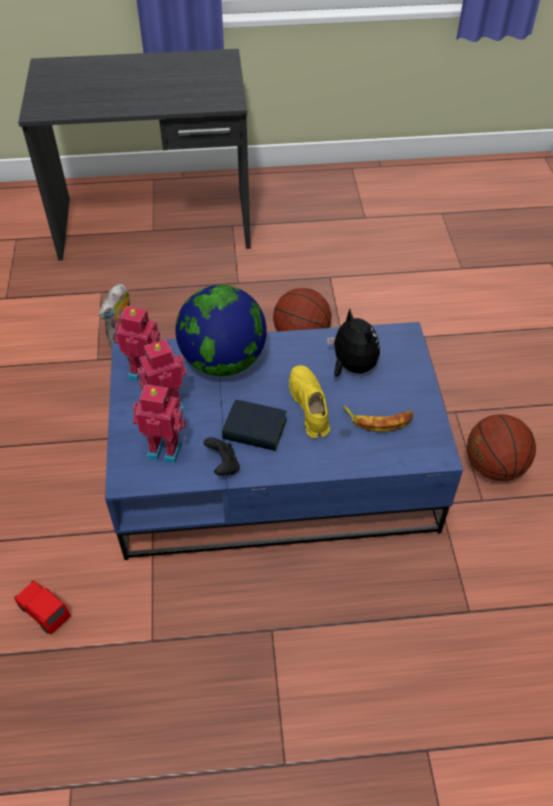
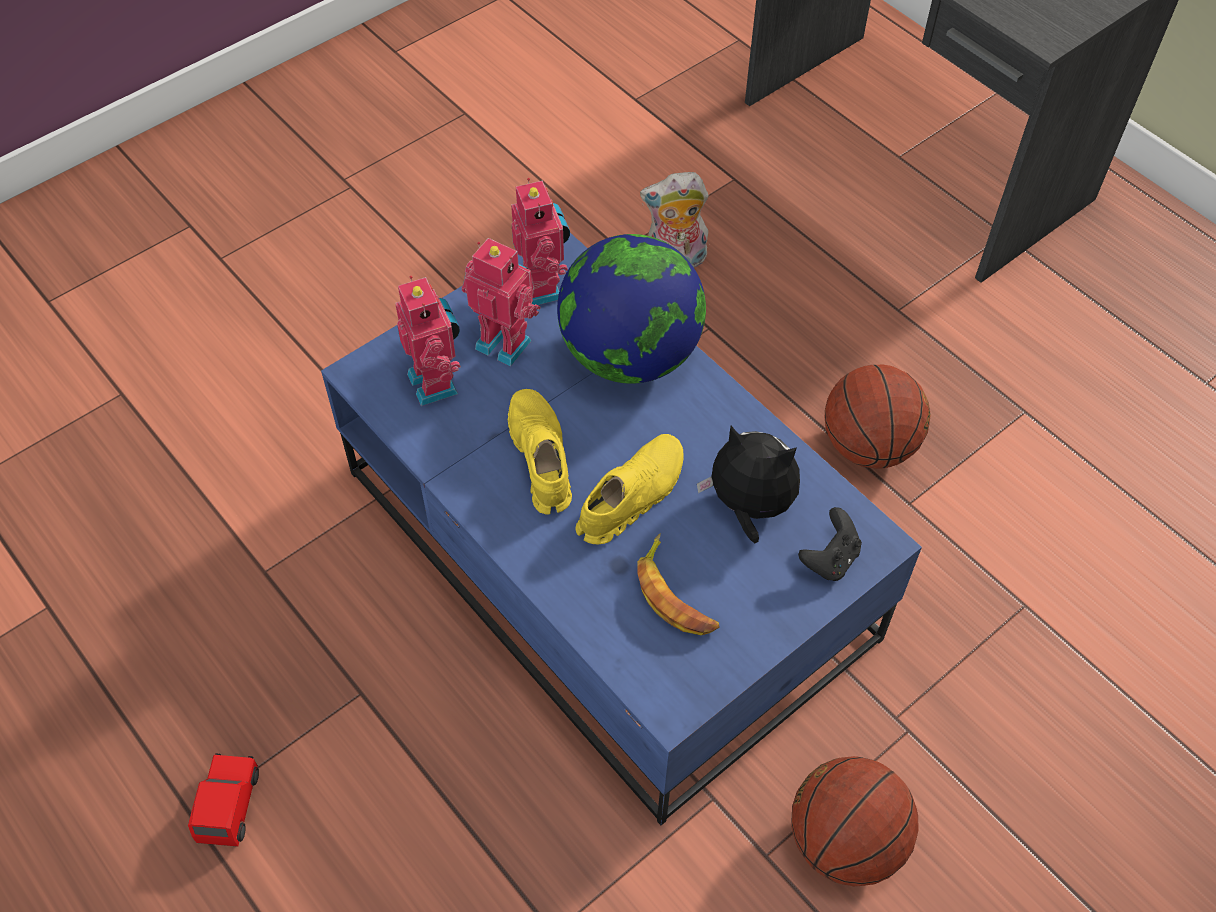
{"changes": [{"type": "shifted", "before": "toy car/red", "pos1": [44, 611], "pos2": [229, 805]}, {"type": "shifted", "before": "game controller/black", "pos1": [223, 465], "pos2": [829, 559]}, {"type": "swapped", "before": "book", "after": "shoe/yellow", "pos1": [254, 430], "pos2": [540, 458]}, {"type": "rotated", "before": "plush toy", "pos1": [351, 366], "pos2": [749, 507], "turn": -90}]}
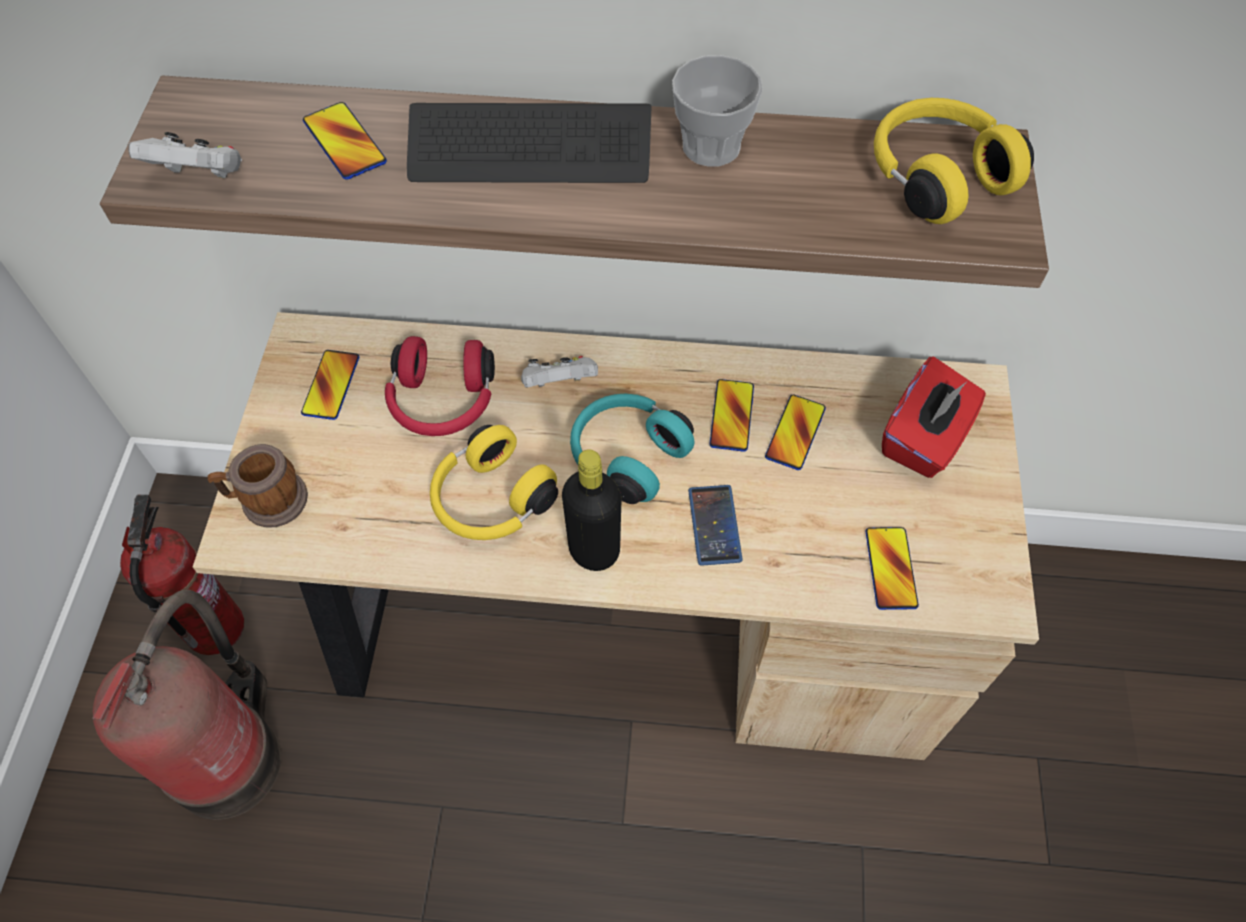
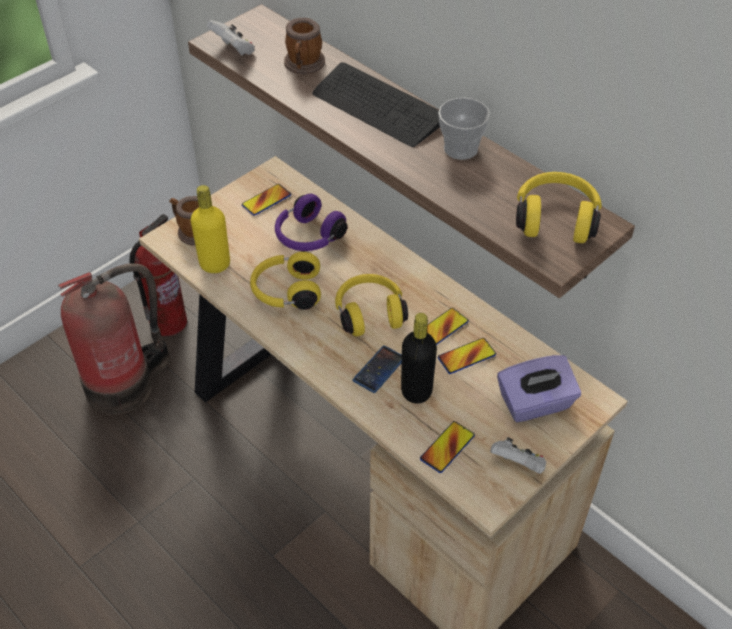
{"changes": [{"type": "new", "after": "bottle/yellow", "pos2": [215, 264]}, {"type": "shifted", "before": "game controller/white", "pos1": [559, 384], "pos2": [518, 465]}, {"type": "shifted", "before": "bottle/black", "pos1": [594, 550], "pos2": [416, 391]}, {"type": "swapped", "before": "phone", "after": "mug", "pos1": [345, 142], "pos2": [303, 66]}, {"type": "repainted", "before": "headphones/red", "after": "headphones/purple", "pos1": [442, 402], "pos2": [308, 237]}, {"type": "repainted", "before": "headphones/turquoise", "after": "headphones/yellow", "pos1": [626, 455], "pos2": [369, 312]}, {"type": "repainted", "before": "tissue box/red", "after": "tissue box/purple", "pos1": [924, 438], "pos2": [535, 403]}]}
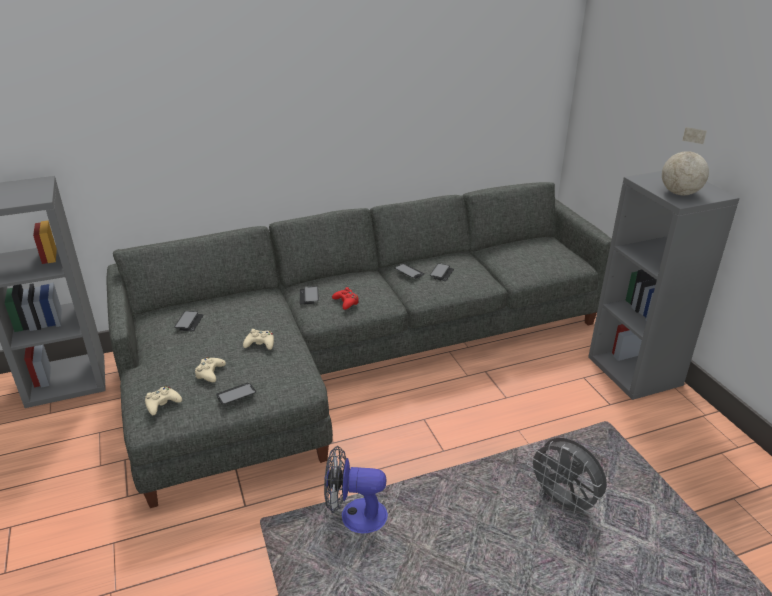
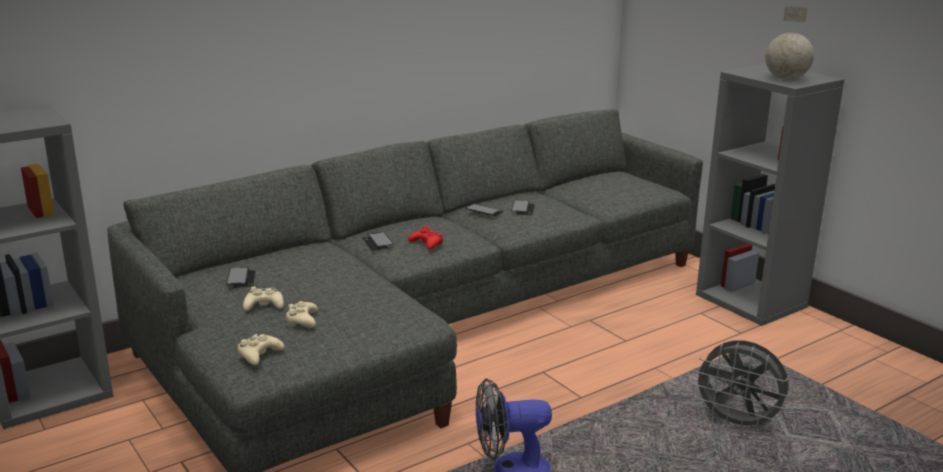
{"changes": [{"type": "gone", "before": "phone", "pos1": [236, 394]}, {"type": "shifted", "before": "game controller/beige", "pos1": [260, 344], "pos2": [264, 305]}]}
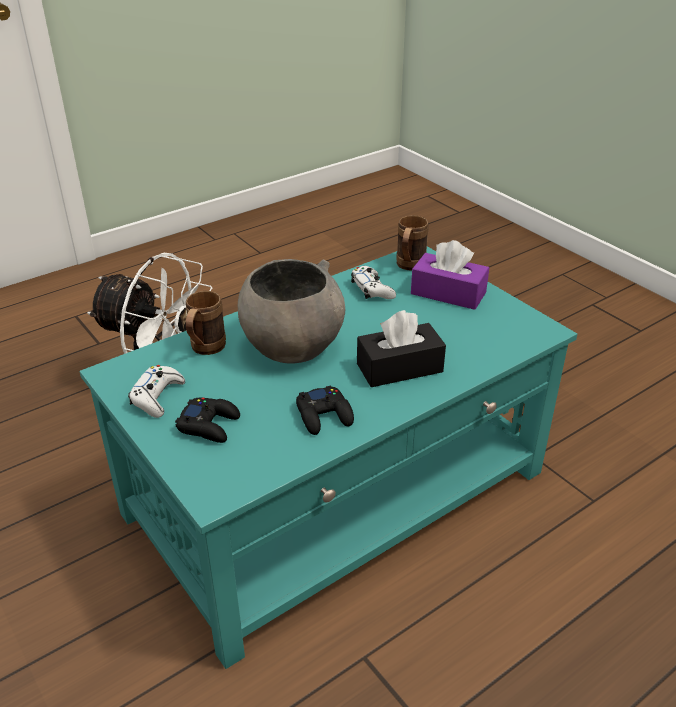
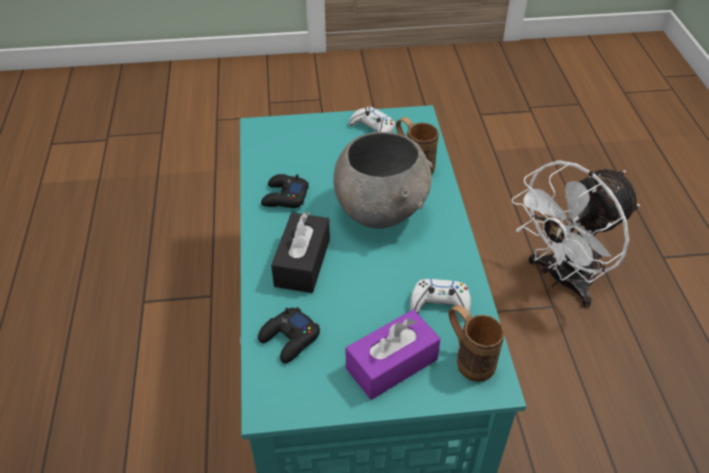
{"changes": [{"type": "shifted", "before": "game controller/black", "pos1": [209, 425], "pos2": [289, 339]}]}
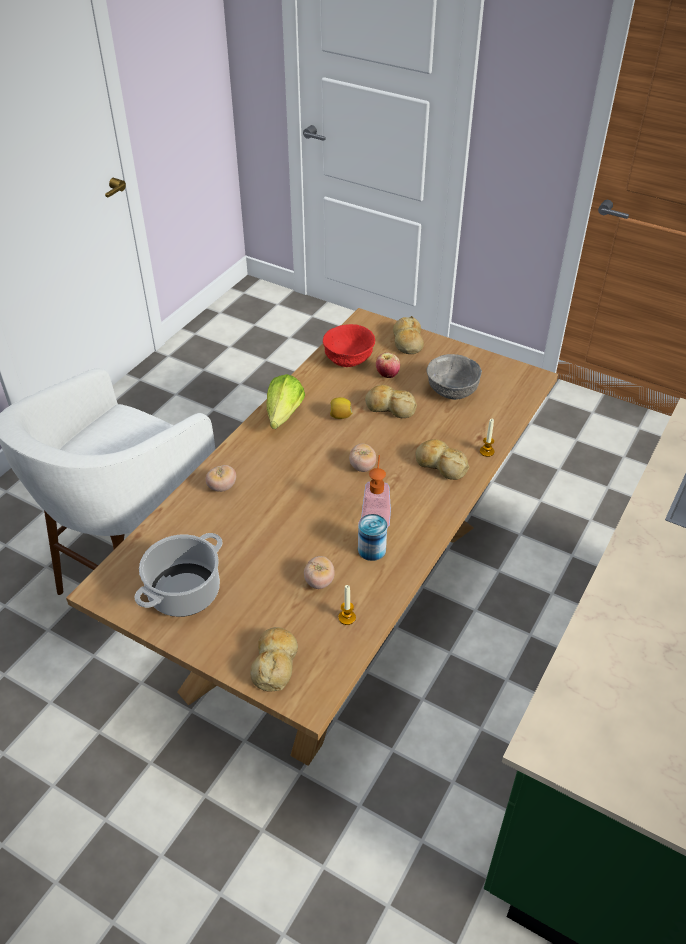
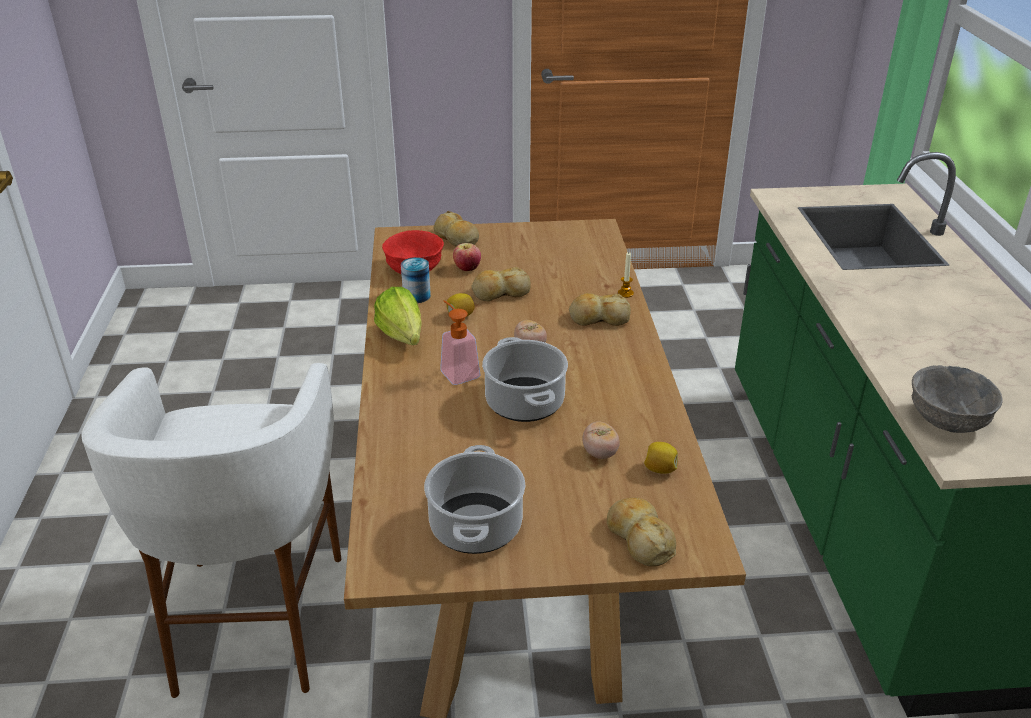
{"changes": [{"type": "gone", "before": "tomato", "pos1": [222, 487]}, {"type": "new", "after": "cooking pot", "pos2": [525, 403]}, {"type": "shifted", "before": "can", "pos1": [371, 549], "pos2": [416, 296]}, {"type": "shifted", "before": "soap dispenser", "pos1": [376, 514], "pos2": [457, 371]}, {"type": "shifted", "before": "bowl/grey", "pos1": [452, 390], "pos2": [946, 420]}, {"type": "swapped", "before": "candle", "after": "lemon", "pos1": [347, 618], "pos2": [659, 469]}]}
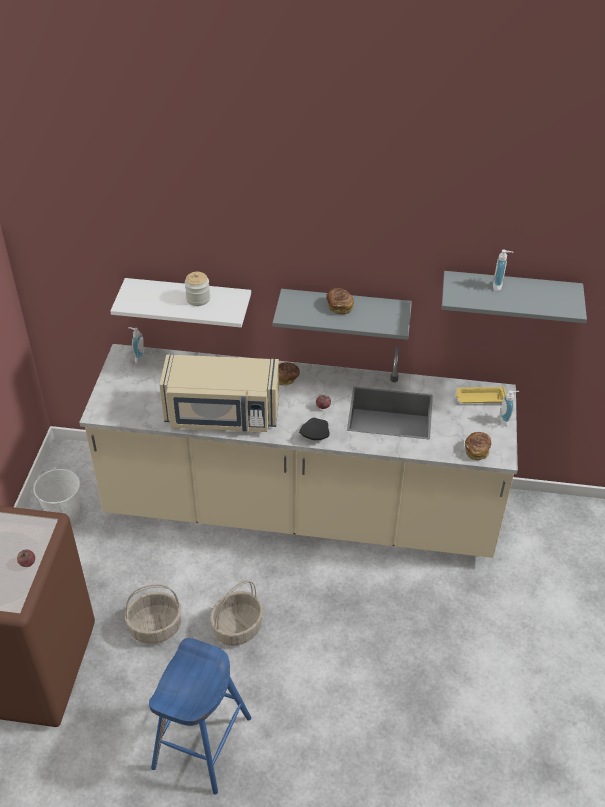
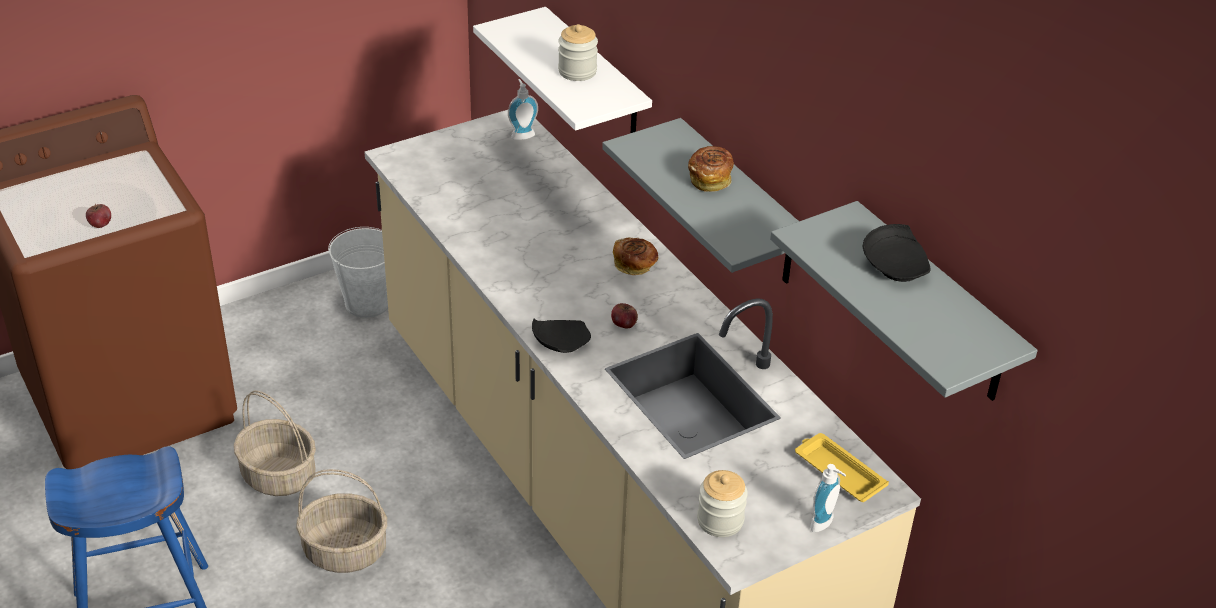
{"changes": [{"type": "gone", "before": "microwave/beige", "pos1": [222, 415]}, {"type": "swapped", "before": "bread", "after": "jar", "pos1": [477, 450], "pos2": [720, 520]}, {"type": "swapped", "before": "soap dispenser", "after": "plate/black", "pos1": [499, 286], "pos2": [896, 266]}]}
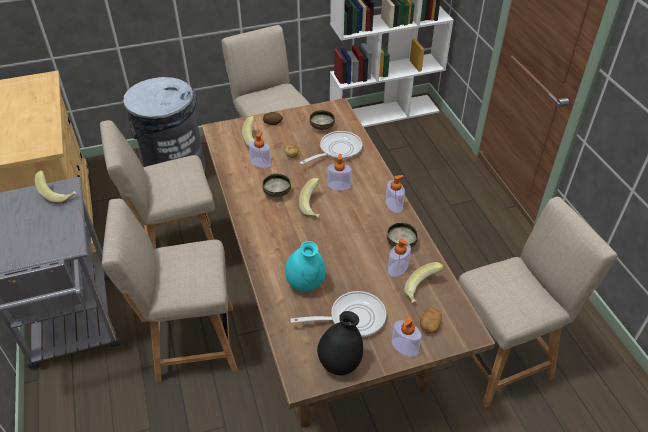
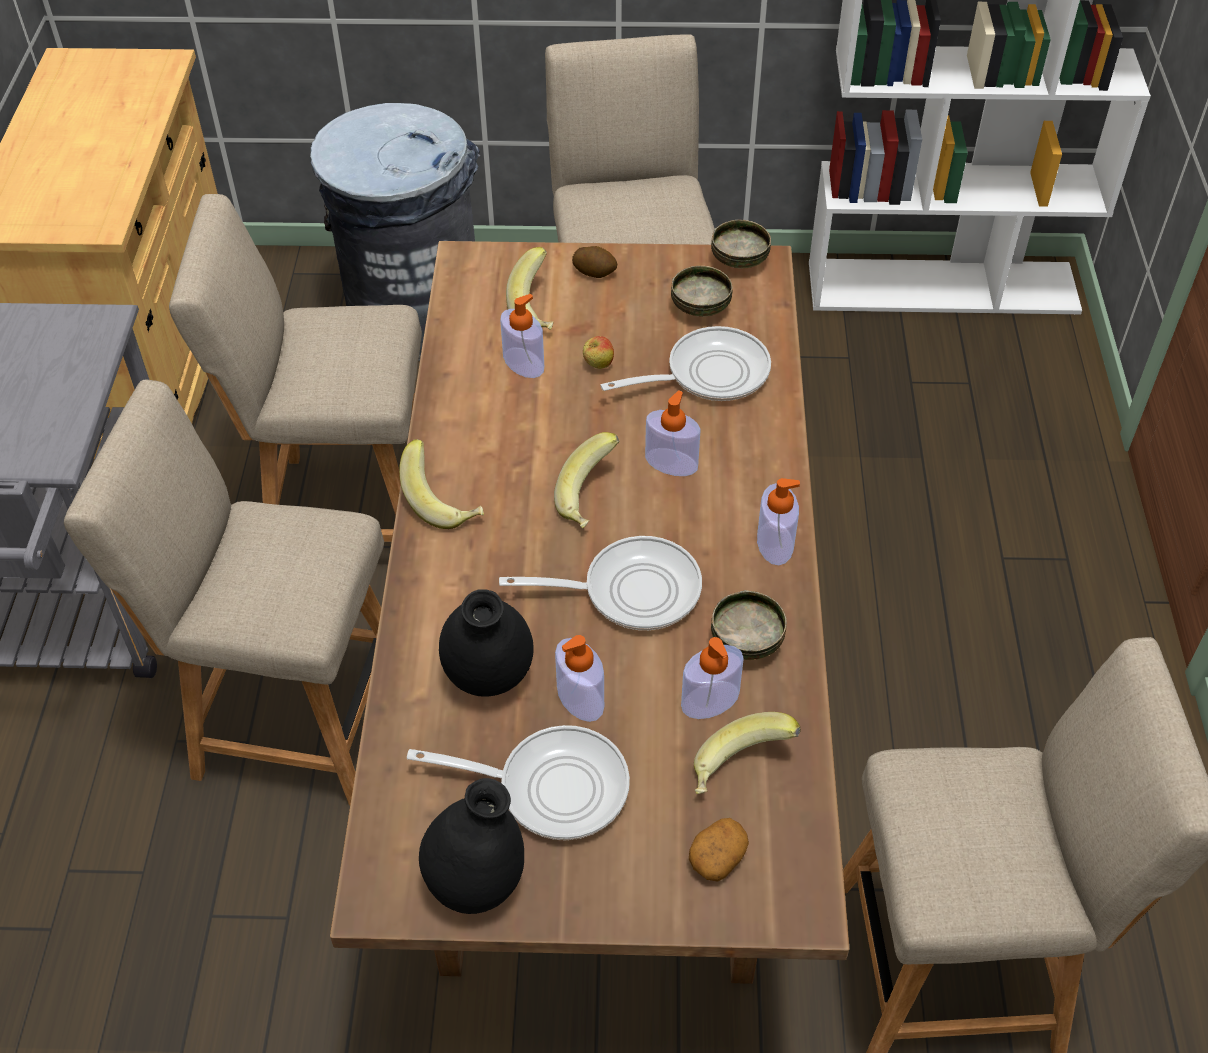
{"changes": [{"type": "new", "after": "frying pan", "pos2": [631, 590]}, {"type": "shifted", "before": "banana", "pos1": [58, 194], "pos2": [444, 502]}, {"type": "shifted", "before": "bowl", "pos1": [276, 193], "pos2": [738, 261]}, {"type": "shifted", "before": "soap dispenser", "pos1": [404, 347], "pos2": [580, 698]}, {"type": "repainted", "before": "vase/turquoise", "after": "vase/black", "pos1": [305, 284], "pos2": [488, 676]}]}
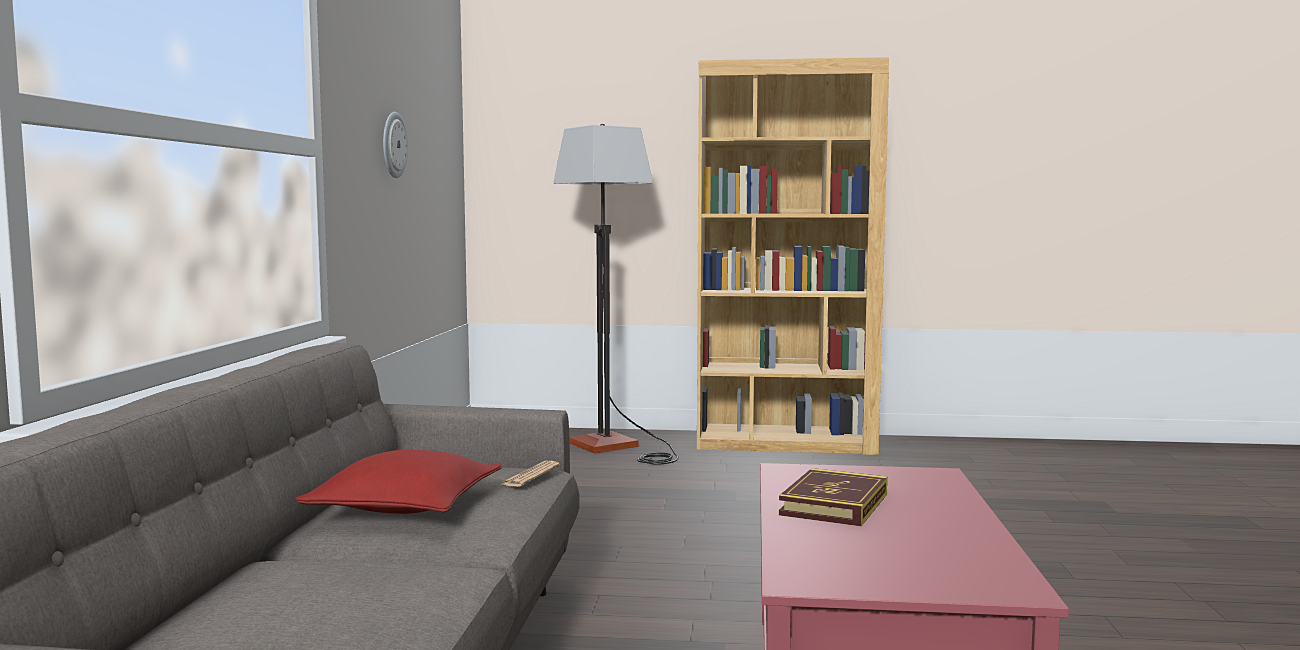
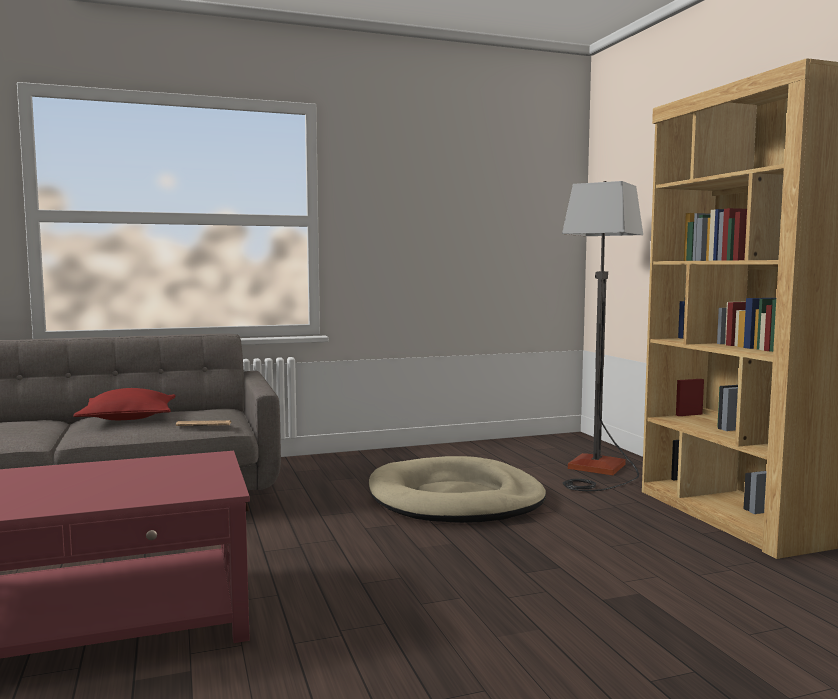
{"changes": [{"type": "gone", "before": "wall clock", "pos1": [393, 145]}, {"type": "gone", "before": "book", "pos1": [834, 504]}, {"type": "new", "after": "dog bed/beige", "pos2": [456, 499]}]}
